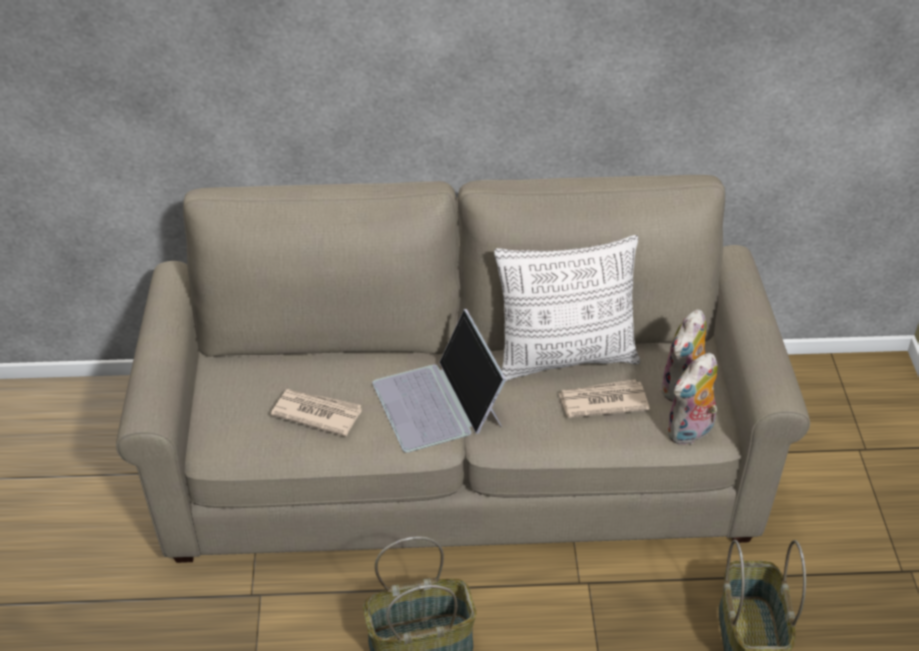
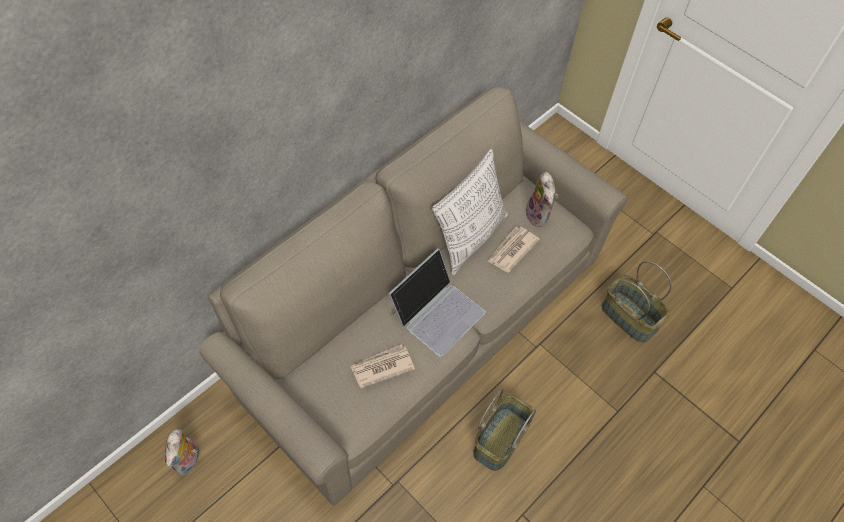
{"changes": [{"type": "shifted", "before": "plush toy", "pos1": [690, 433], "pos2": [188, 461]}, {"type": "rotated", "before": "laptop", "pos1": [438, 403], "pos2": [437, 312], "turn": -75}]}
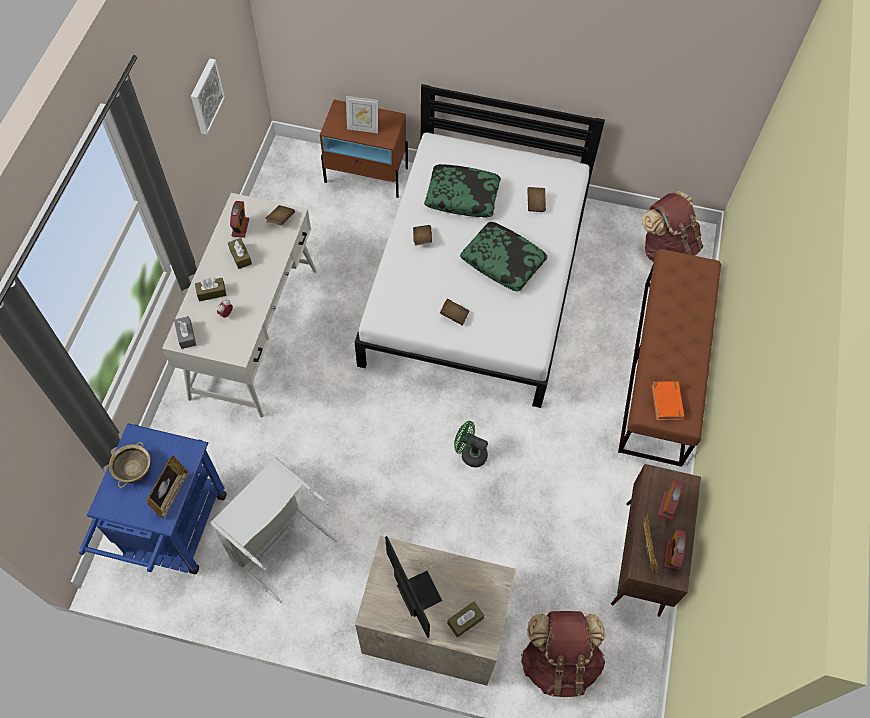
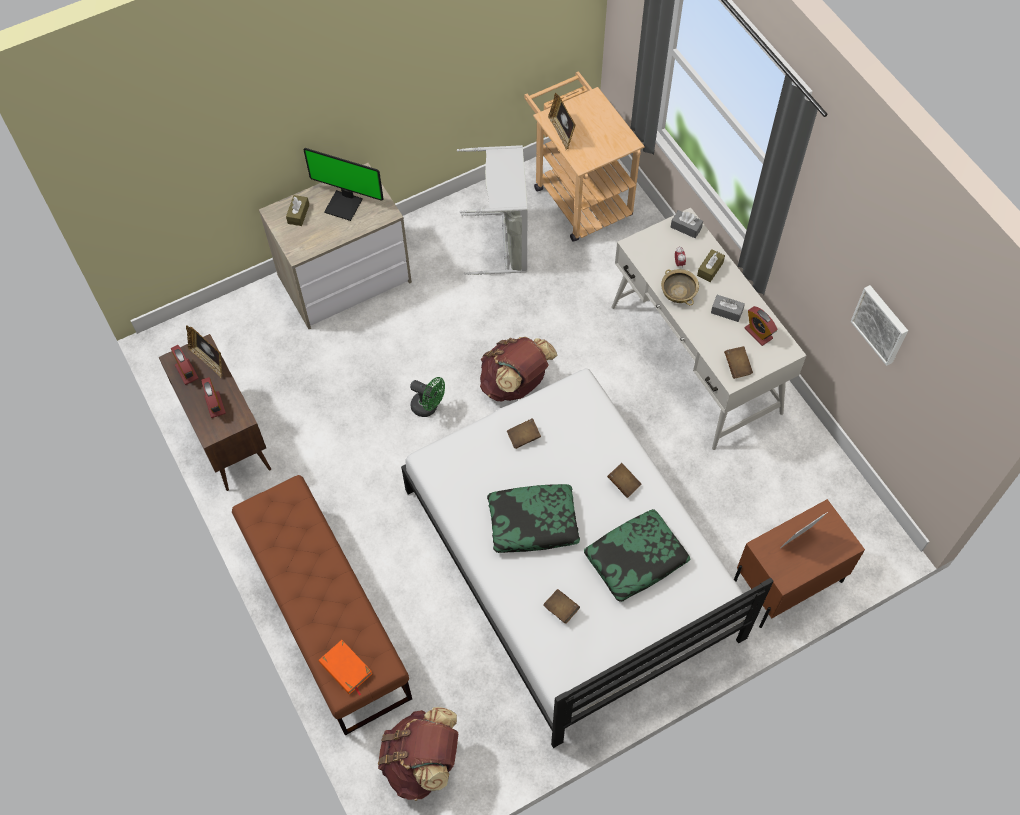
{"changes": [{"type": "shifted", "before": "bowl/beige", "pos1": [133, 469], "pos2": [678, 293]}, {"type": "shifted", "before": "backpack/brown", "pos1": [559, 661], "pos2": [515, 384]}, {"type": "shifted", "before": "book/orange", "pos1": [667, 402], "pos2": [345, 668]}, {"type": "repainted", "before": "cart/blue", "after": "cart/beige", "pos1": [173, 534], "pos2": [578, 195]}, {"type": "repainted", "before": "tissue box/brown", "after": "tissue box/grey", "pos1": [240, 256], "pos2": [726, 311]}, {"type": "rotated", "before": "fan/green", "pos1": [470, 454], "pos2": [428, 407], "turn": 45}]}
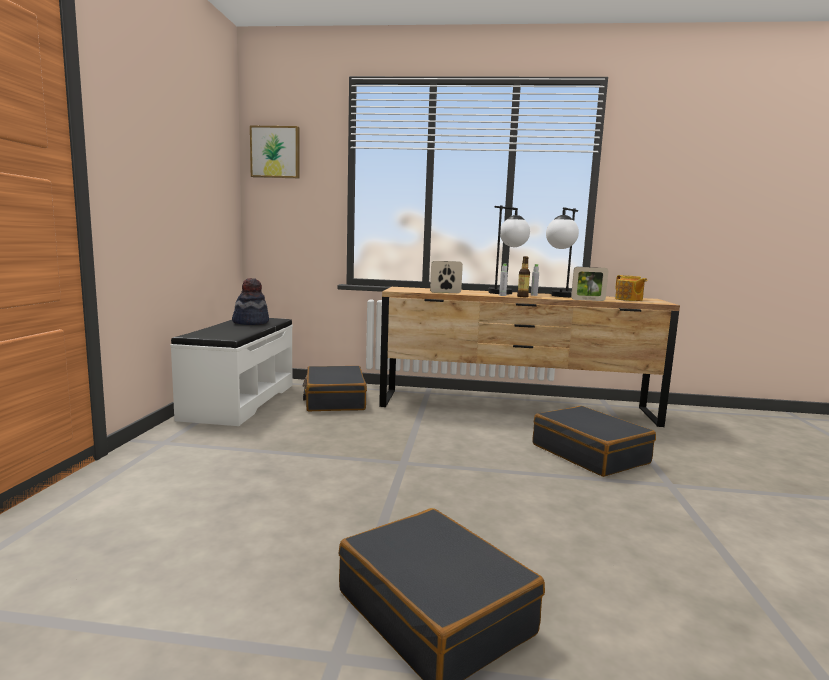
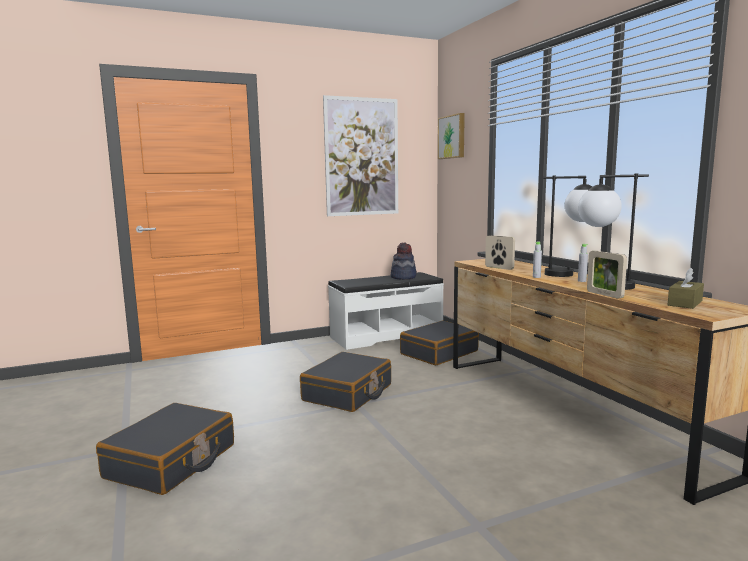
{"changes": [{"type": "gone", "before": "bottle", "pos1": [522, 296]}, {"type": "new", "after": "picture", "pos2": [362, 157]}, {"type": "shifted", "before": "suitcase/black", "pos1": [590, 454], "pos2": [348, 393]}, {"type": "swapped", "before": "teapot", "after": "tissue box/brown", "pos1": [628, 299], "pos2": [685, 303]}]}
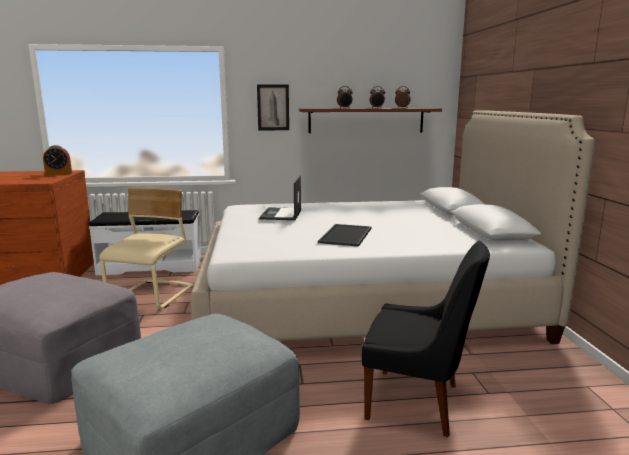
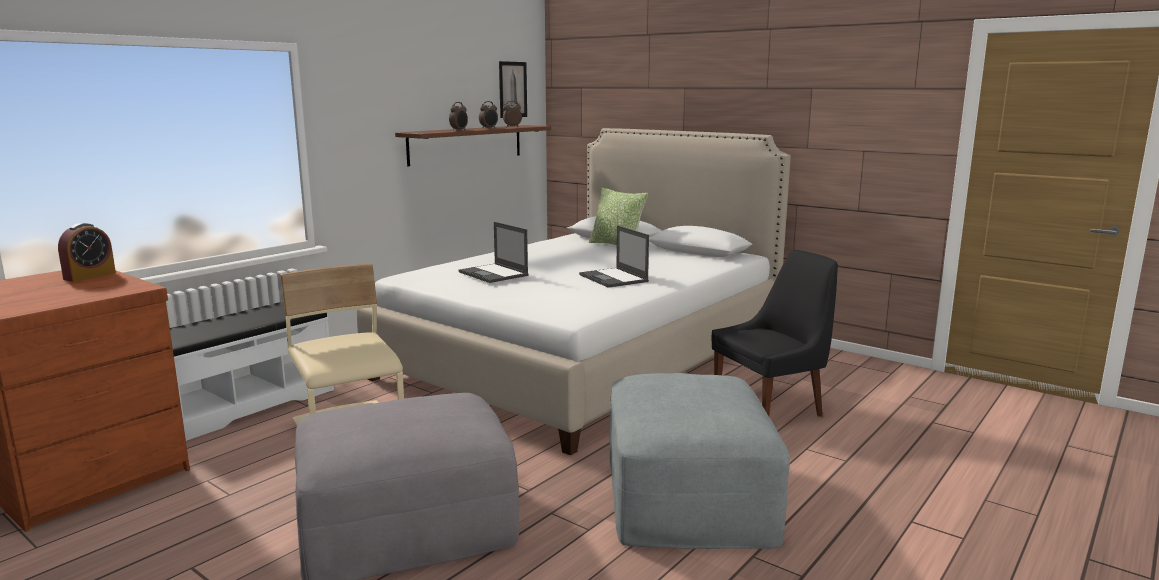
{"changes": [{"type": "new", "after": "pillow", "pos2": [616, 245]}, {"type": "shifted", "before": "picture", "pos1": [273, 107], "pos2": [512, 89]}, {"type": "swapped", "before": "tray", "after": "laptop", "pos1": [346, 235], "pos2": [614, 278]}]}
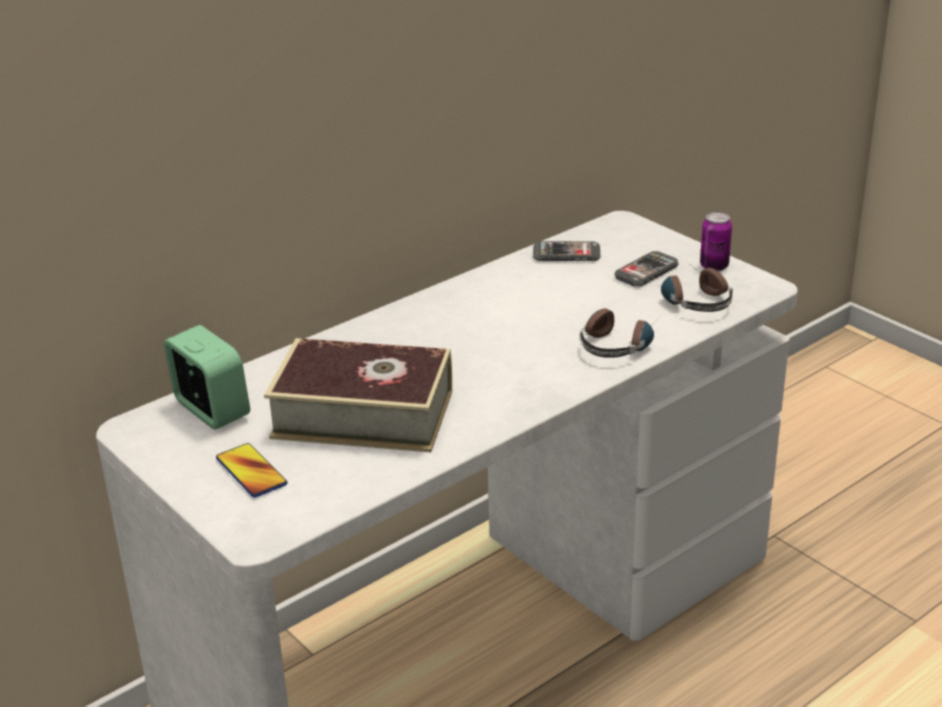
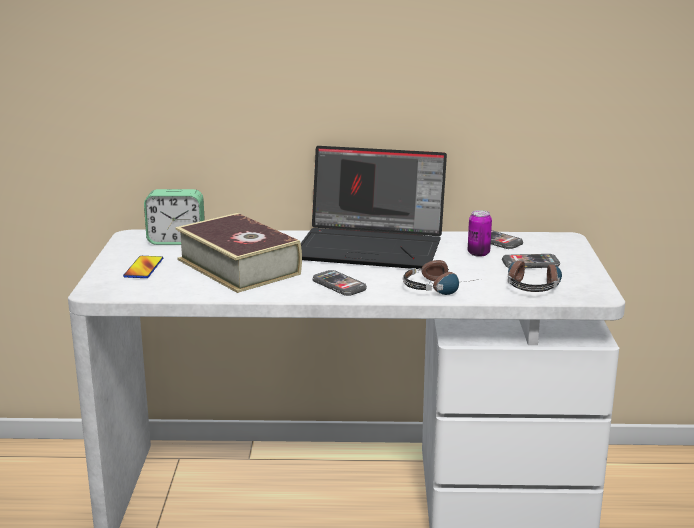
{"changes": [{"type": "new", "after": "laptop", "pos2": [373, 246]}, {"type": "new", "after": "phone", "pos2": [339, 285]}, {"type": "shifted", "before": "can", "pos1": [714, 266], "pos2": [478, 253]}, {"type": "rotated", "before": "alarm clock", "pos1": [211, 410], "pos2": [176, 241], "turn": 90}]}
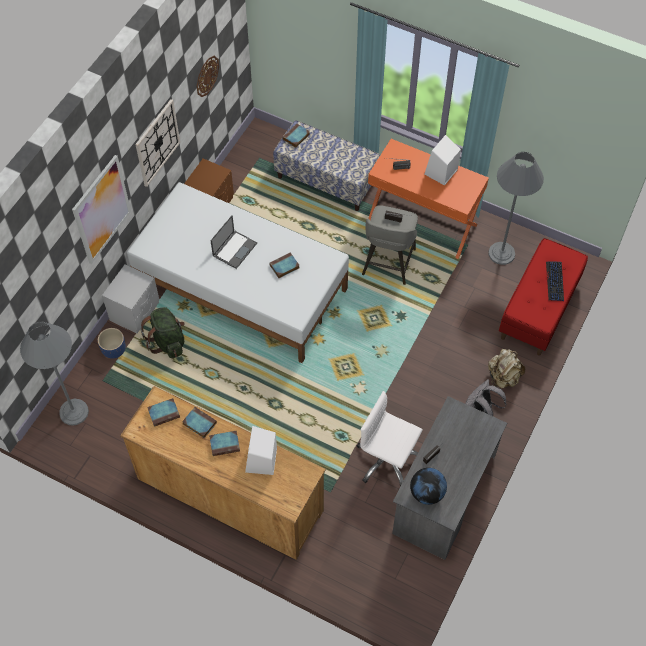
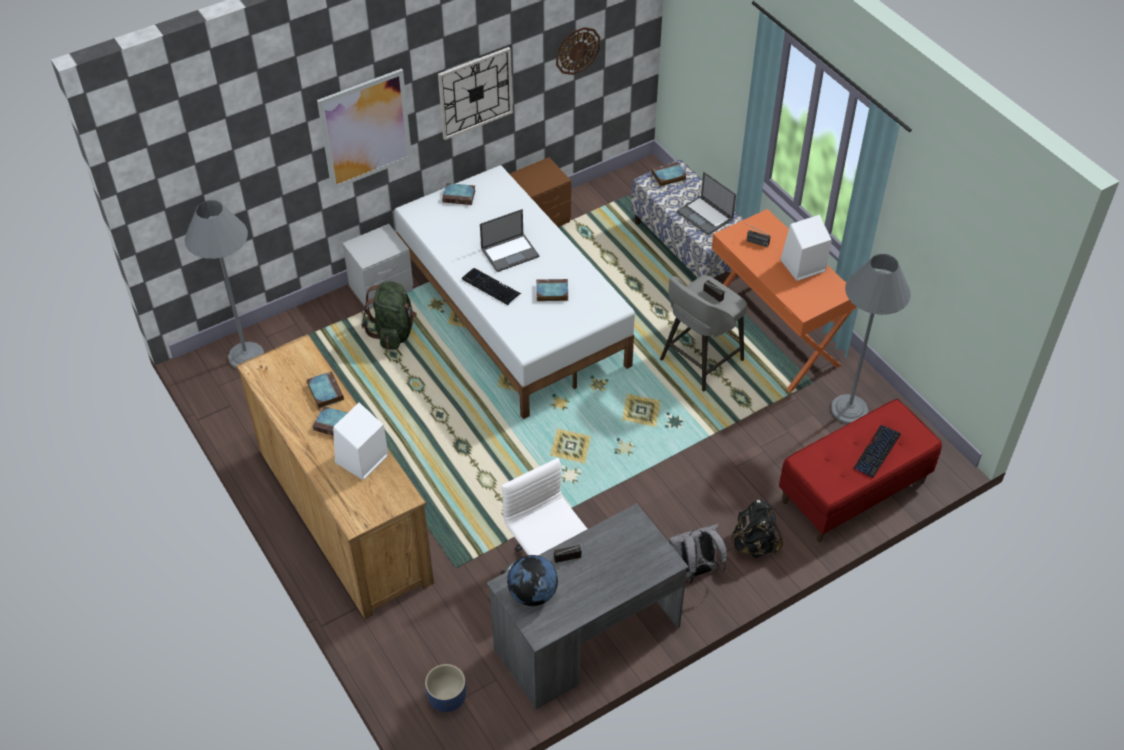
{"changes": [{"type": "new", "after": "keyboard", "pos2": [491, 287]}, {"type": "new", "after": "laptop", "pos2": [705, 216]}, {"type": "shifted", "before": "planter/blue", "pos1": [114, 350], "pos2": [447, 698]}, {"type": "shifted", "before": "book", "pos1": [164, 413], "pos2": [460, 196]}, {"type": "repainted", "before": "backpack/beige", "after": "backpack/black", "pos1": [503, 377], "pos2": [754, 544]}]}
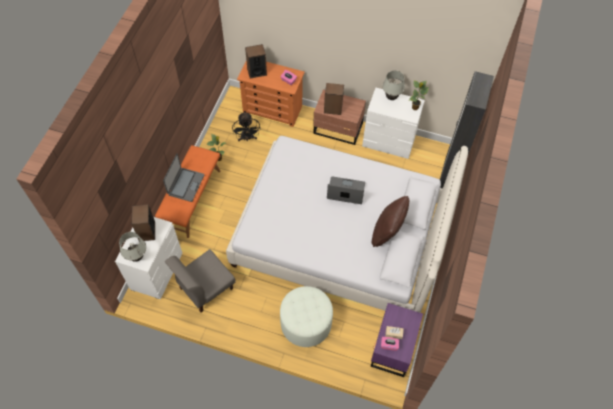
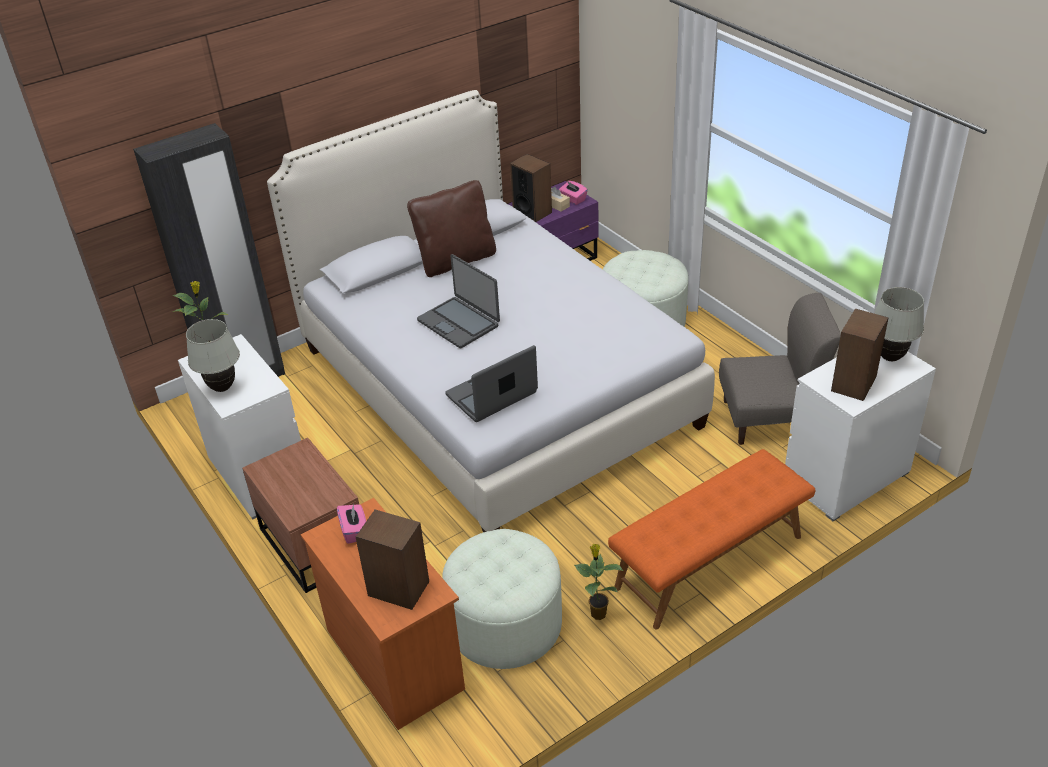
{"changes": [{"type": "shifted", "before": "laptop", "pos1": [185, 185], "pos2": [492, 395]}, {"type": "shifted", "before": "speaker", "pos1": [333, 109], "pos2": [532, 212]}, {"type": "swapped", "before": "fan/black", "after": "ottoman/white", "pos1": [247, 138], "pos2": [505, 624]}]}
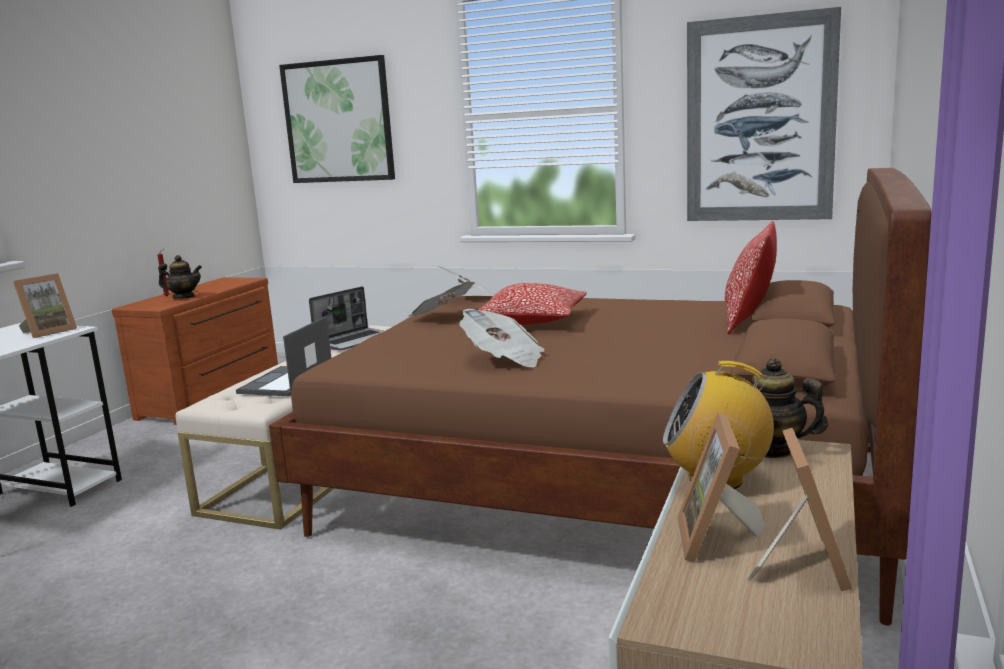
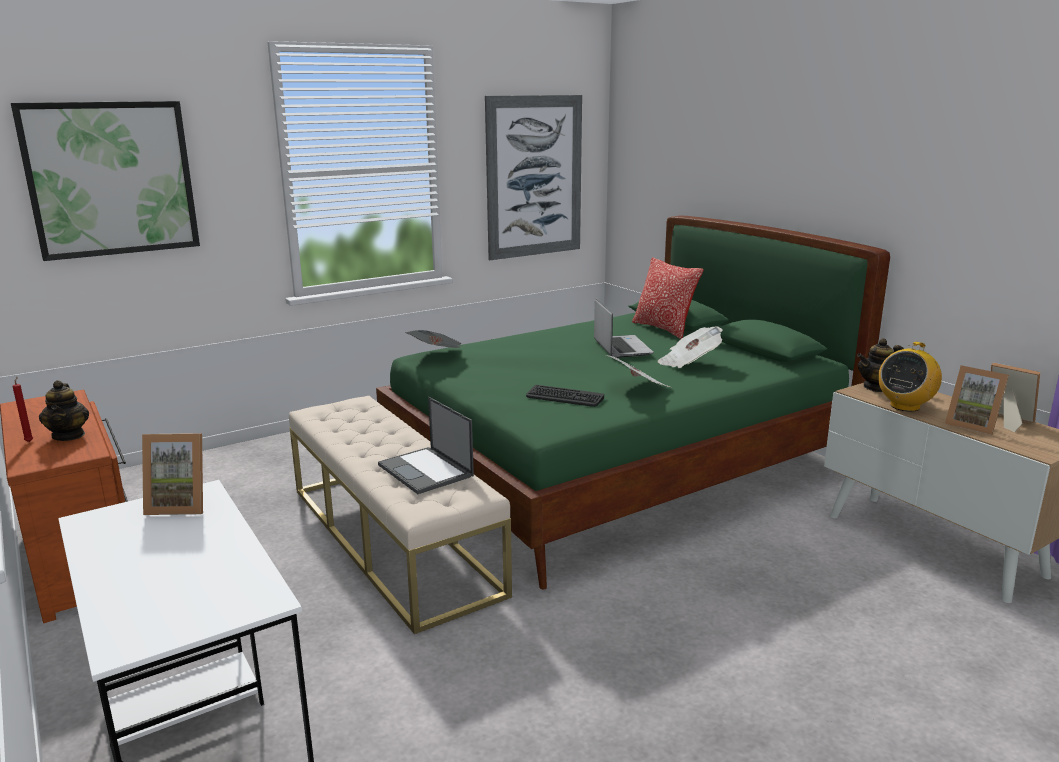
{"changes": [{"type": "gone", "before": "pillow", "pos1": [532, 321]}, {"type": "new", "after": "keyboard", "pos2": [564, 397]}, {"type": "shifted", "before": "laptop", "pos1": [355, 340], "pos2": [621, 347]}, {"type": "shifted", "before": "newspaper", "pos1": [442, 317], "pos2": [689, 363]}, {"type": "repainted", "before": "bed/brown", "after": "bed/green", "pos1": [606, 484], "pos2": [618, 469]}, {"type": "rotated", "before": "picture frame", "pos1": [48, 332], "pos2": [181, 505], "turn": 105}, {"type": "rotated", "before": "teapot", "pos1": [184, 297], "pos2": [69, 435], "turn": 120}]}
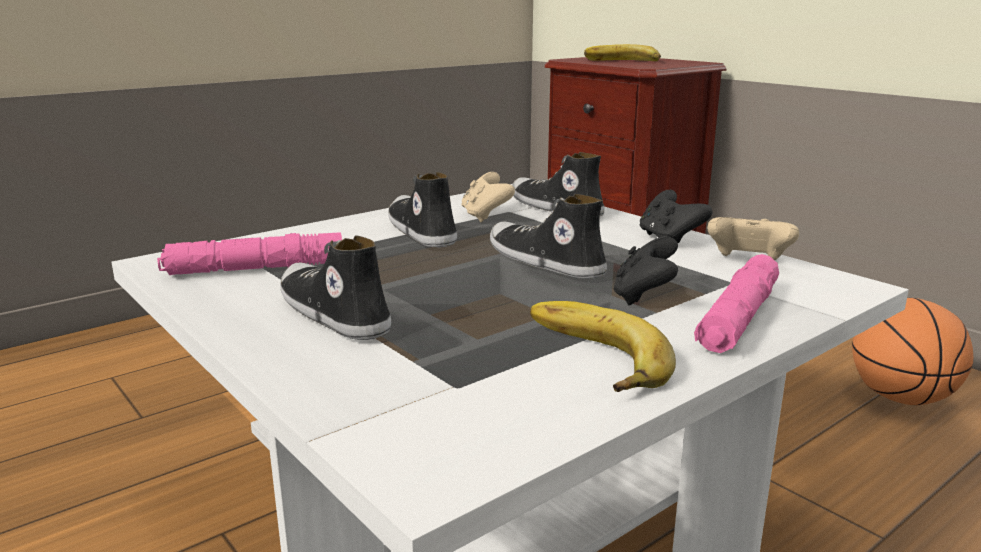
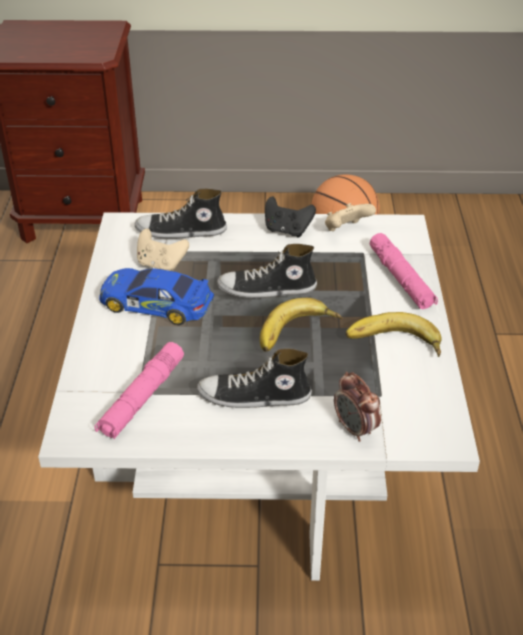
{"changes": [{"type": "gone", "before": "game controller/black", "pos1": [643, 297]}, {"type": "new", "after": "alarm clock", "pos2": [355, 429]}, {"type": "shifted", "before": "banana", "pos1": [622, 61], "pos2": [297, 333]}, {"type": "swapped", "before": "shoe", "after": "toy car", "pos1": [420, 232], "pos2": [156, 304]}]}
